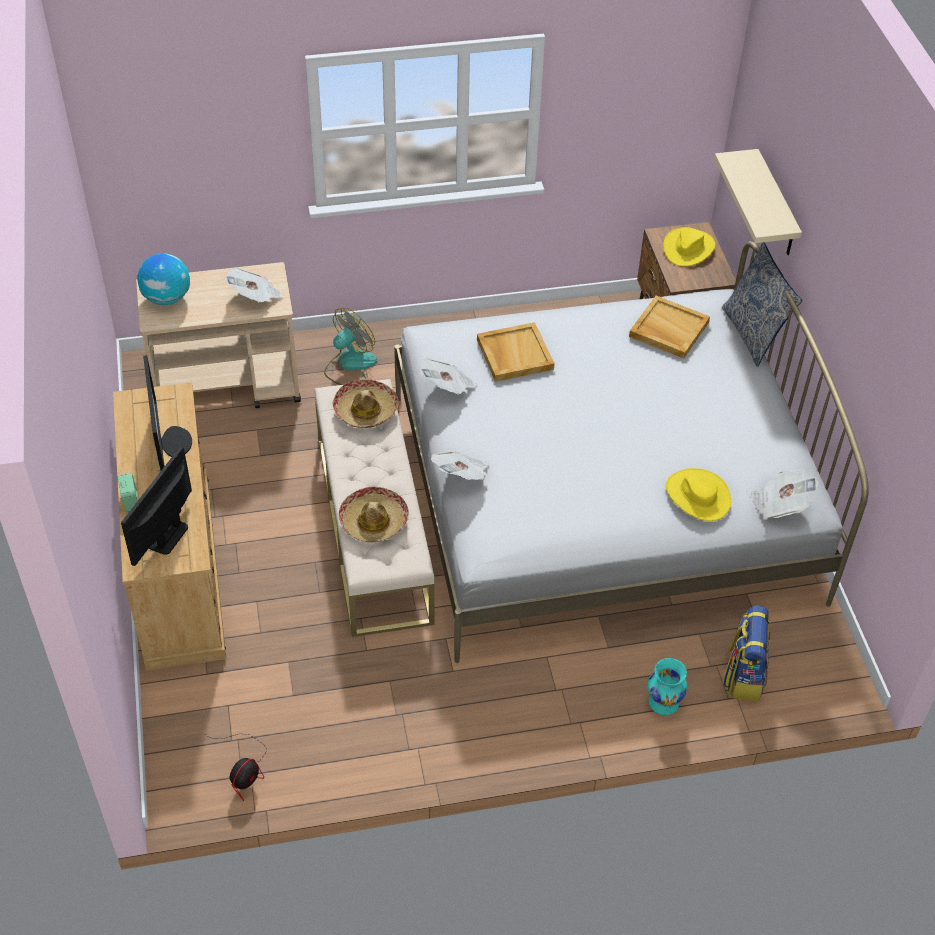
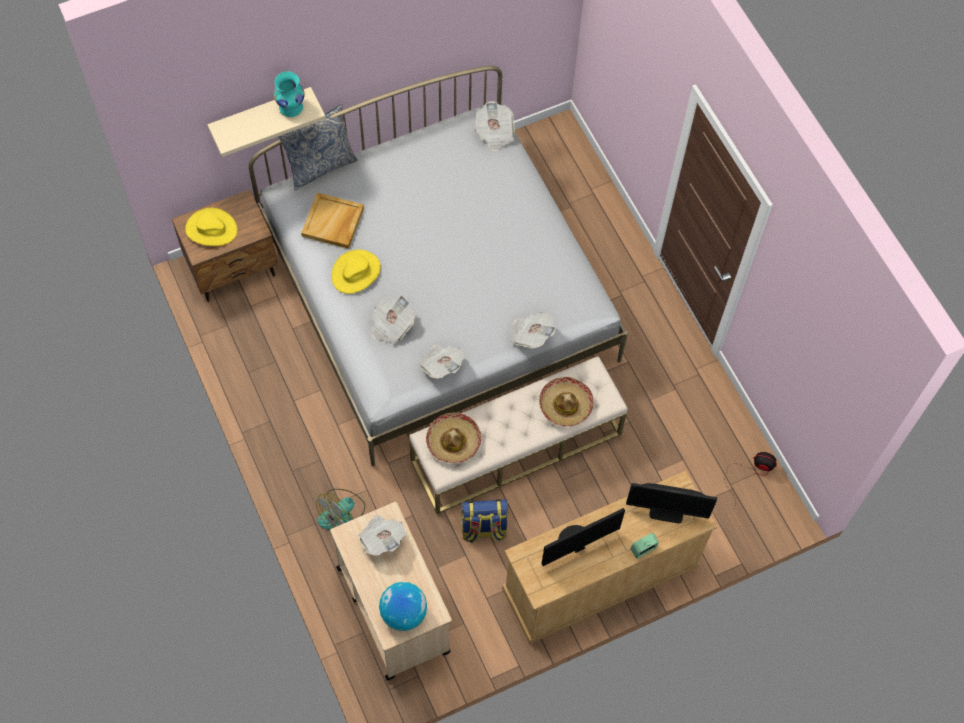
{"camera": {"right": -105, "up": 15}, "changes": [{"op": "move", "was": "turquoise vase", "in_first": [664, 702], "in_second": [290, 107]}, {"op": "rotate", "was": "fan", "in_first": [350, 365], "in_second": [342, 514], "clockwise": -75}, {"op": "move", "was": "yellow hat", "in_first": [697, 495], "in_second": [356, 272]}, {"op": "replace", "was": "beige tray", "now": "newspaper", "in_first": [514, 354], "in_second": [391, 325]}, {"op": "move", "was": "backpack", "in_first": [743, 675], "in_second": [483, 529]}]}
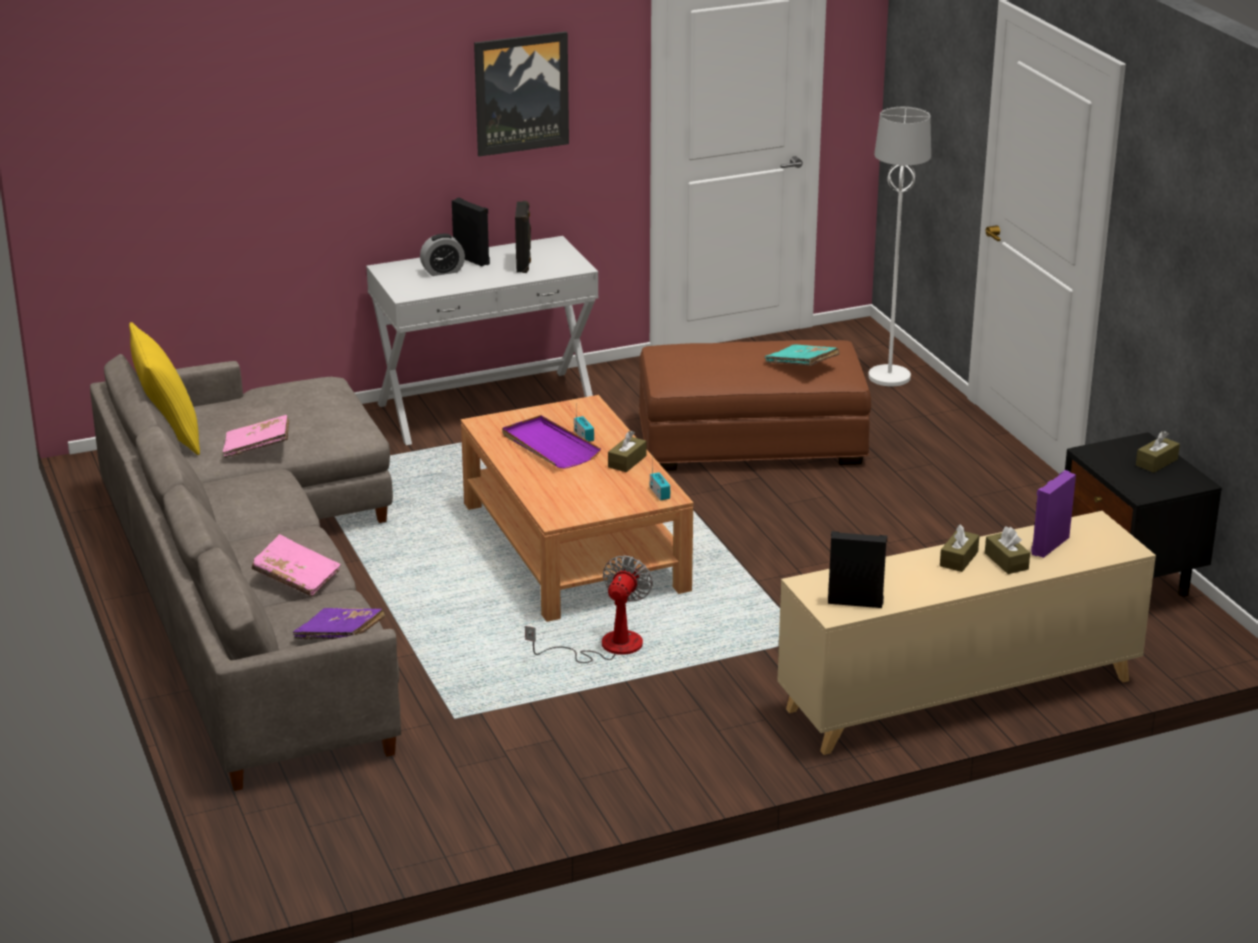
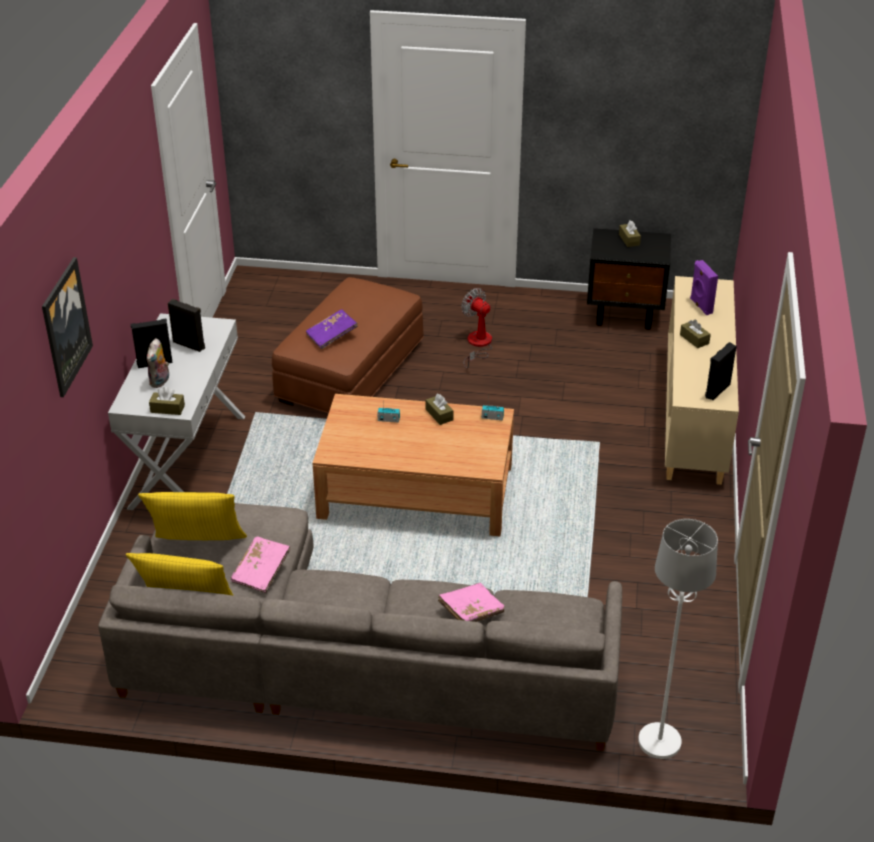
{"camera": {"right": -60, "up": 10}, "changes": [{"op": "move", "was": "picture", "in_first": [521, 93], "in_second": [65, 326]}, {"op": "insert", "now": "yellow pillow", "in_second": [198, 548]}, {"op": "replace", "was": "alarm clock", "now": "plush toy", "in_first": [443, 271], "in_second": [160, 382]}, {"op": "move", "was": "brown tissue box", "in_first": [1006, 561], "in_second": [167, 409]}, {"op": "move", "was": "purple book", "in_first": [340, 636], "in_second": [332, 336]}, {"op": "move", "was": "fan", "in_first": [606, 647], "in_second": [478, 345]}, {"op": "move", "was": "white floor lamp", "in_first": [888, 377], "in_second": [659, 742]}, {"op": "delete", "was": "purple tray", "in_first": [549, 446]}, {"op": "delete", "was": "turquoise book", "in_first": [801, 366]}]}
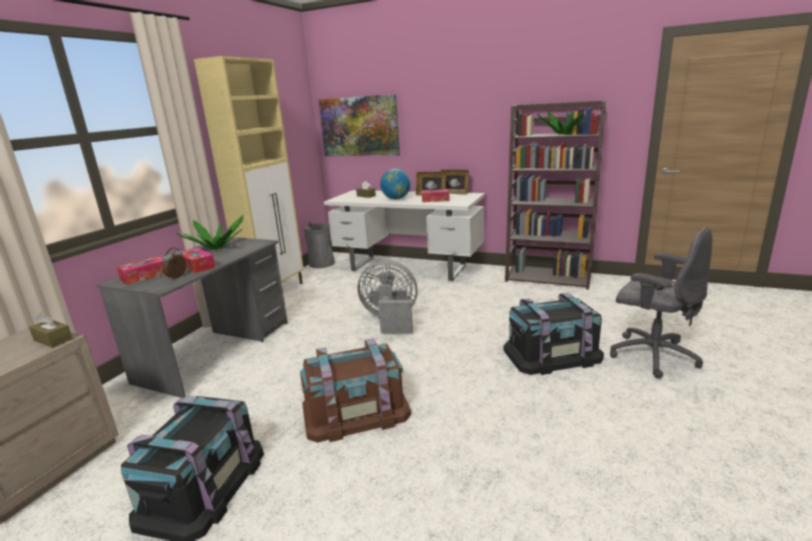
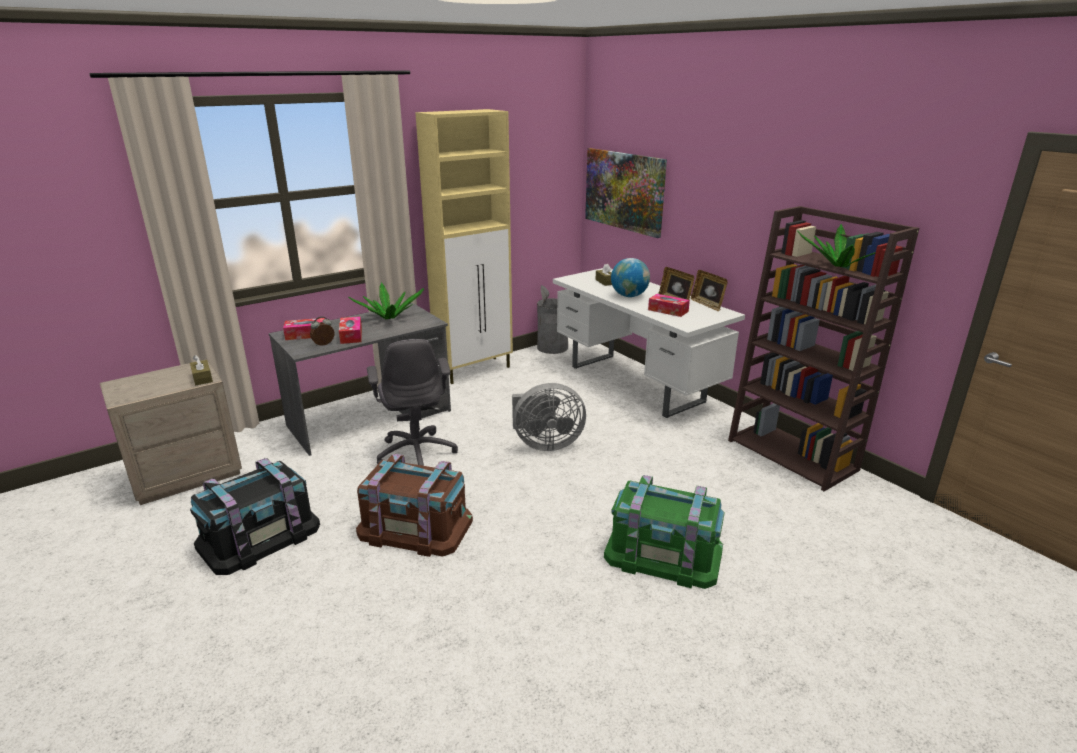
{"camera": {"right": 30, "up": 5}, "changes": [{"op": "move", "was": "grey office chair", "in_first": [652, 355], "in_second": [416, 452]}, {"op": "rotate", "was": "grey fan", "in_first": [390, 320], "in_second": [545, 444], "clockwise": 135}, {"op": "recolor", "was": "black storage box", "now": "green storage box", "in_first": [552, 354], "in_second": [663, 553]}]}
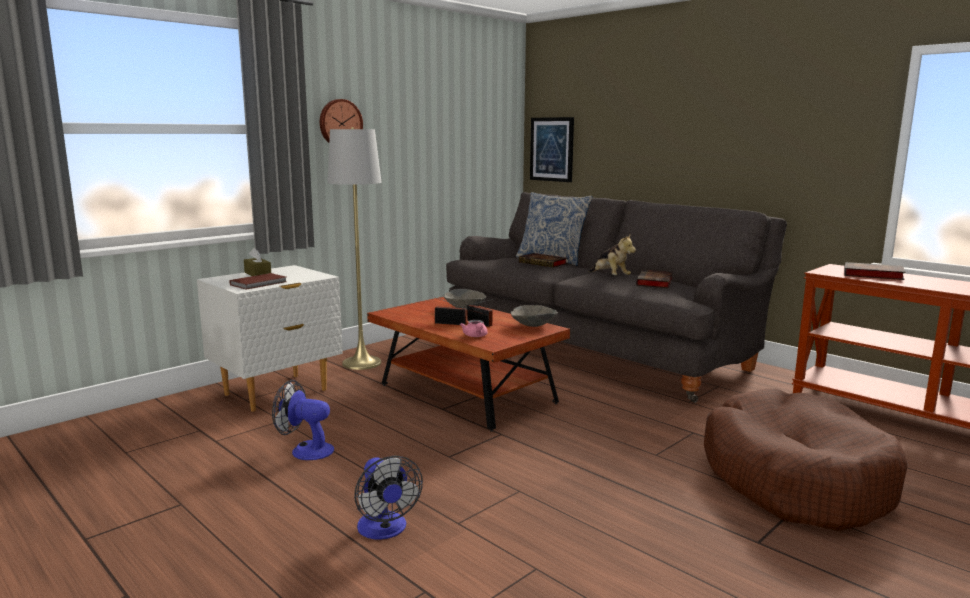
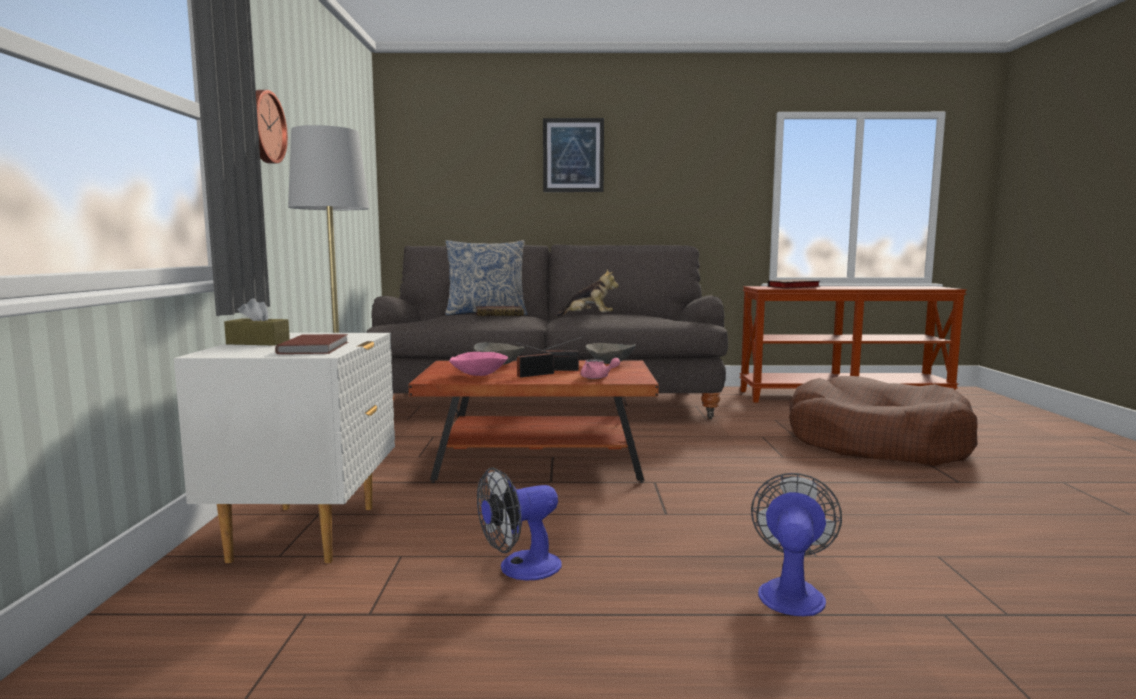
{"camera": {"right": -45, "up": -5}, "changes": [{"op": "insert", "now": "pink bowl", "in_second": [478, 375]}, {"op": "move", "was": "picture", "in_first": [552, 149], "in_second": [573, 155]}, {"op": "rotate", "was": "fan", "in_first": [385, 530], "in_second": [791, 591], "clockwise": -90}, {"op": "delete", "was": "book", "in_first": [655, 282]}]}
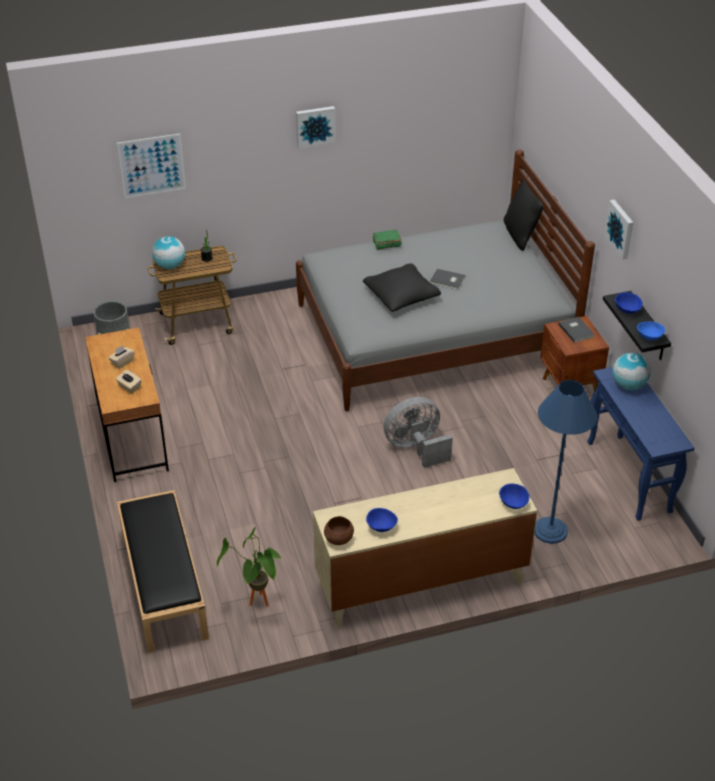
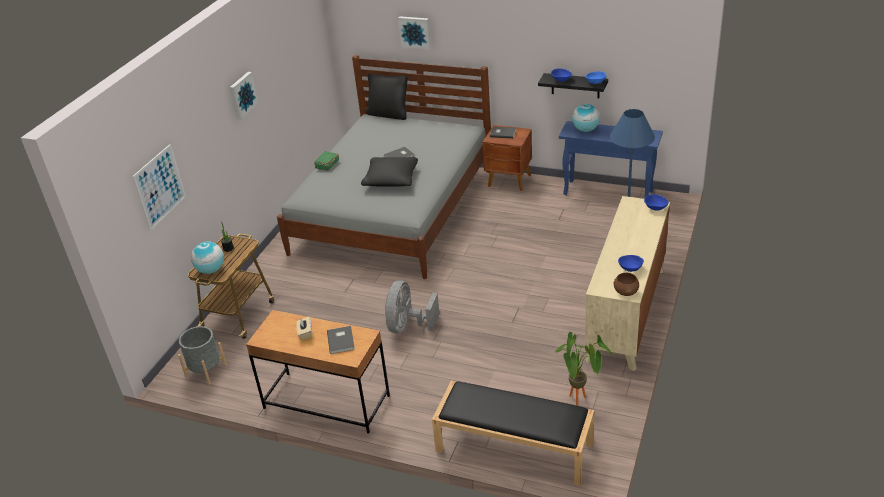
{"camera": {"right": -50, "up": -5}, "changes": [{"op": "replace", "was": "beige tissue box", "now": "grey book", "in_first": [129, 387], "in_second": [341, 340]}, {"op": "move", "was": "grey fan", "in_first": [416, 448], "in_second": [408, 326]}, {"op": "move", "was": "picture", "in_first": [620, 229], "in_second": [415, 32]}]}
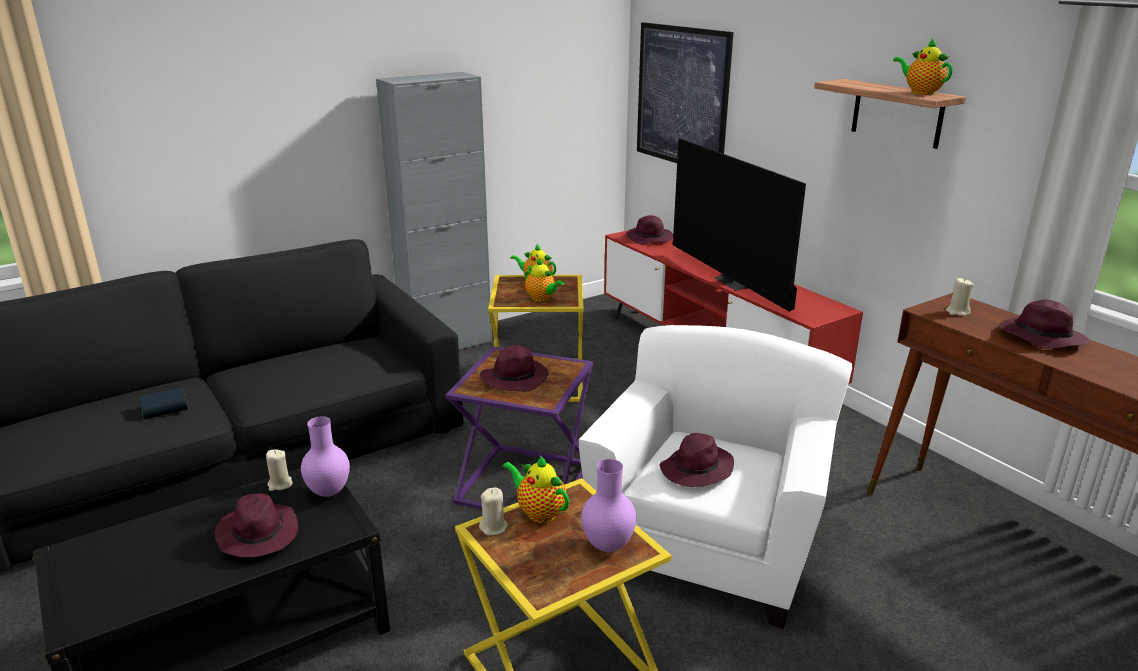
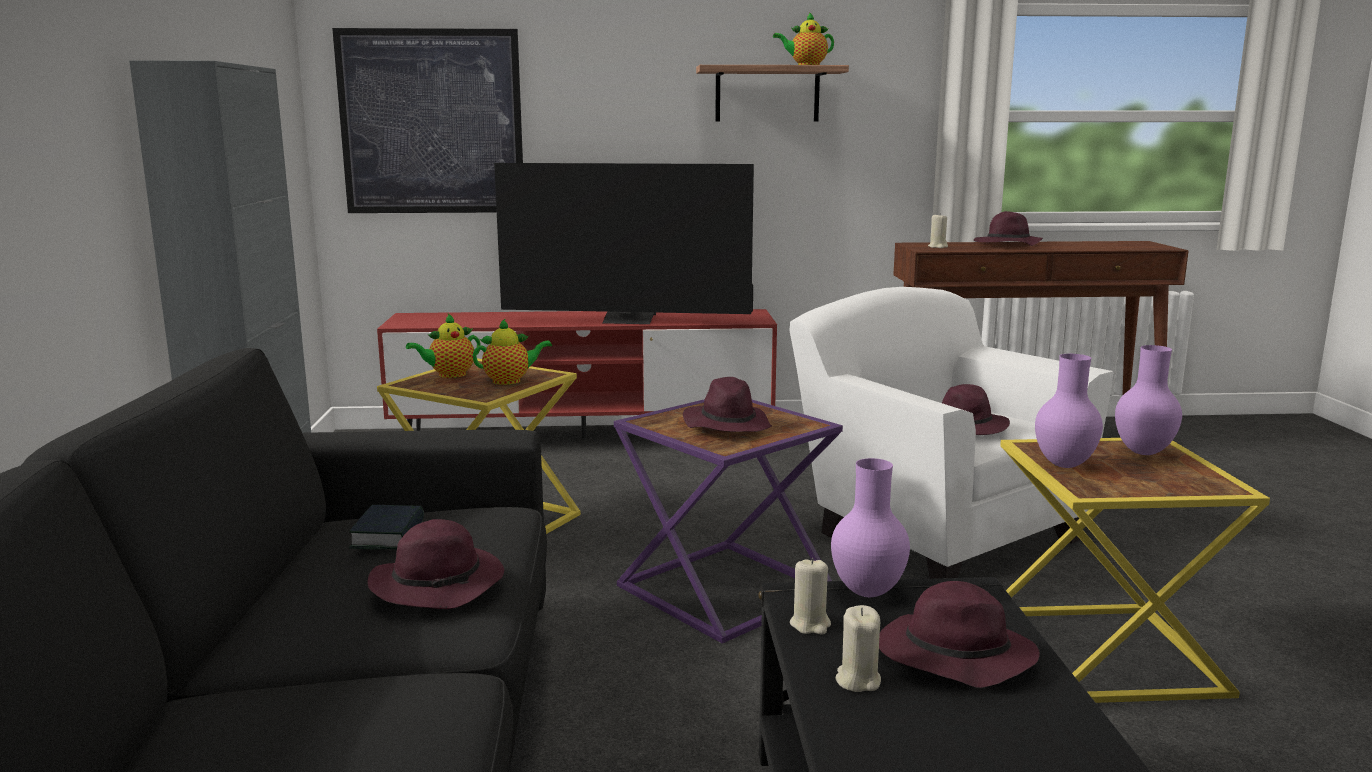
{"camera": {"right": -60, "up": -10}, "changes": [{"op": "move", "was": "book", "in_first": [164, 408], "in_second": [388, 535]}, {"op": "move", "was": "purple hat", "in_first": [650, 238], "in_second": [440, 584]}, {"op": "move", "was": "beige candle", "in_first": [493, 527], "in_second": [857, 680]}, {"op": "replace", "was": "teapot", "now": "purple vase", "in_first": [539, 512], "in_second": [1064, 464]}]}
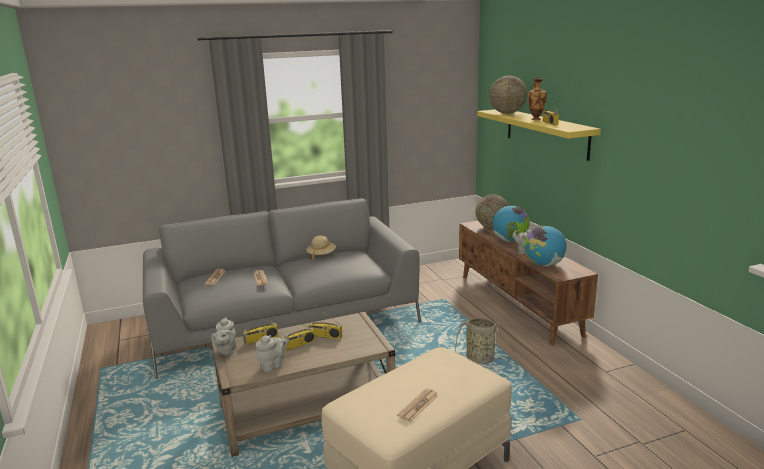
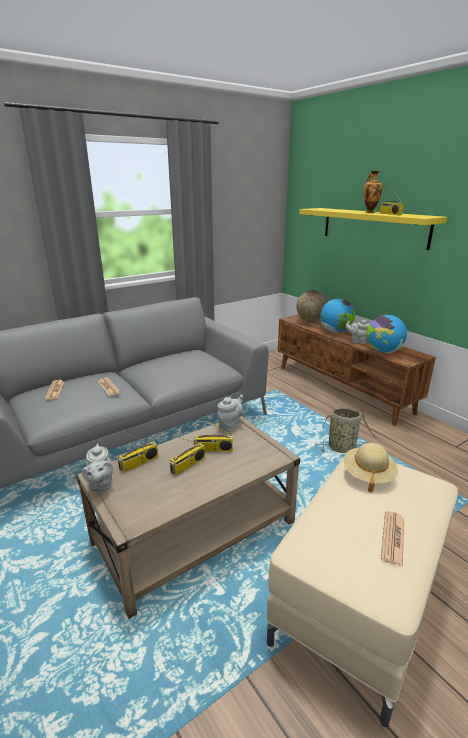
{"camera": {"right": -15, "up": 5}, "changes": [{"op": "move", "was": "grey teapot", "in_first": [273, 365], "in_second": [230, 425]}, {"op": "move", "was": "beige hat", "in_first": [321, 255], "in_second": [368, 475]}, {"op": "delete", "was": "globe", "in_first": [507, 113]}]}
